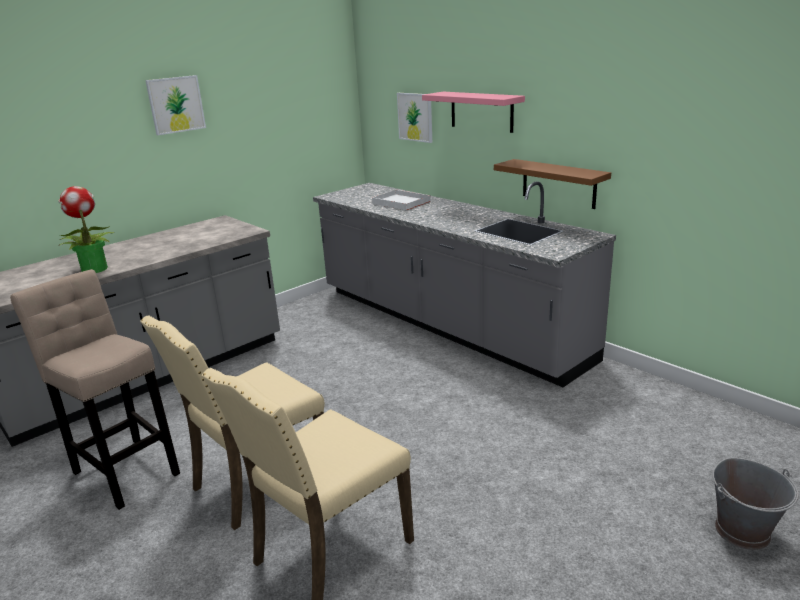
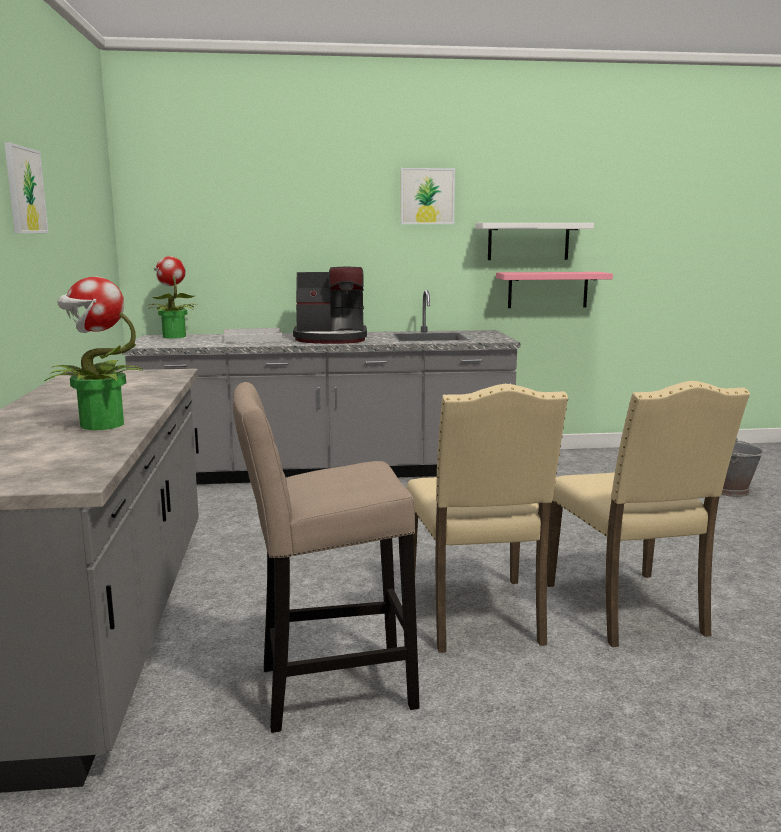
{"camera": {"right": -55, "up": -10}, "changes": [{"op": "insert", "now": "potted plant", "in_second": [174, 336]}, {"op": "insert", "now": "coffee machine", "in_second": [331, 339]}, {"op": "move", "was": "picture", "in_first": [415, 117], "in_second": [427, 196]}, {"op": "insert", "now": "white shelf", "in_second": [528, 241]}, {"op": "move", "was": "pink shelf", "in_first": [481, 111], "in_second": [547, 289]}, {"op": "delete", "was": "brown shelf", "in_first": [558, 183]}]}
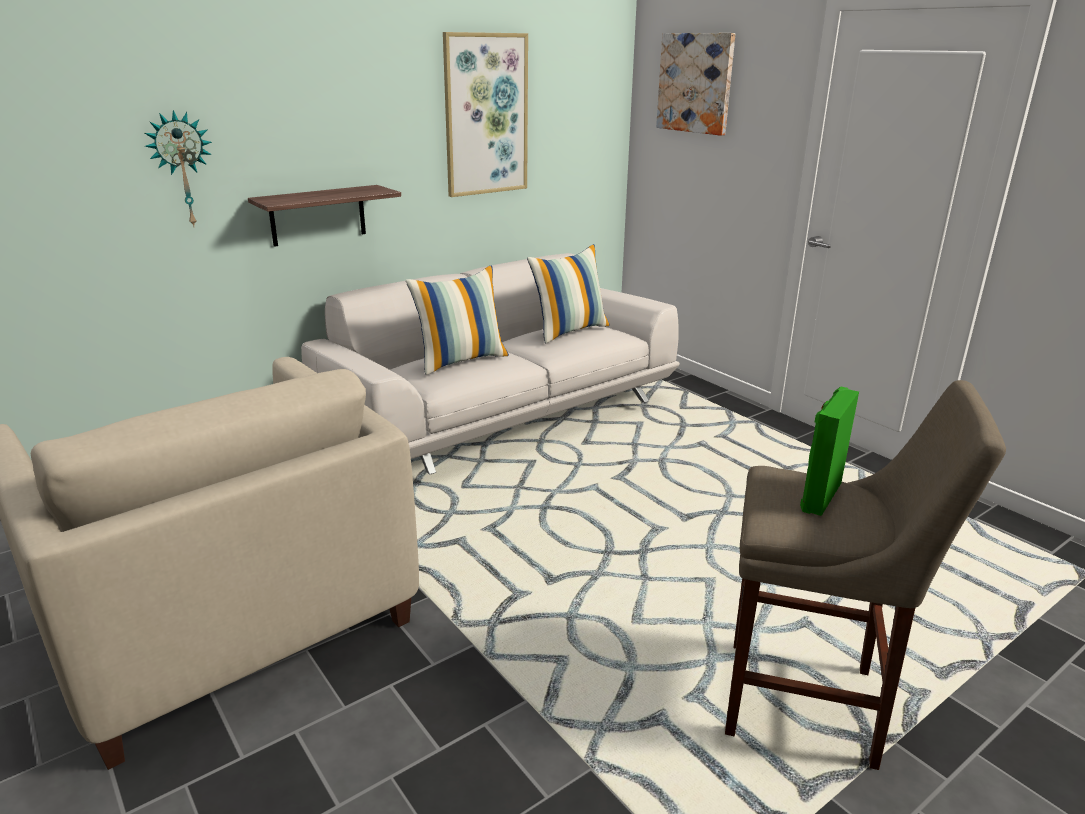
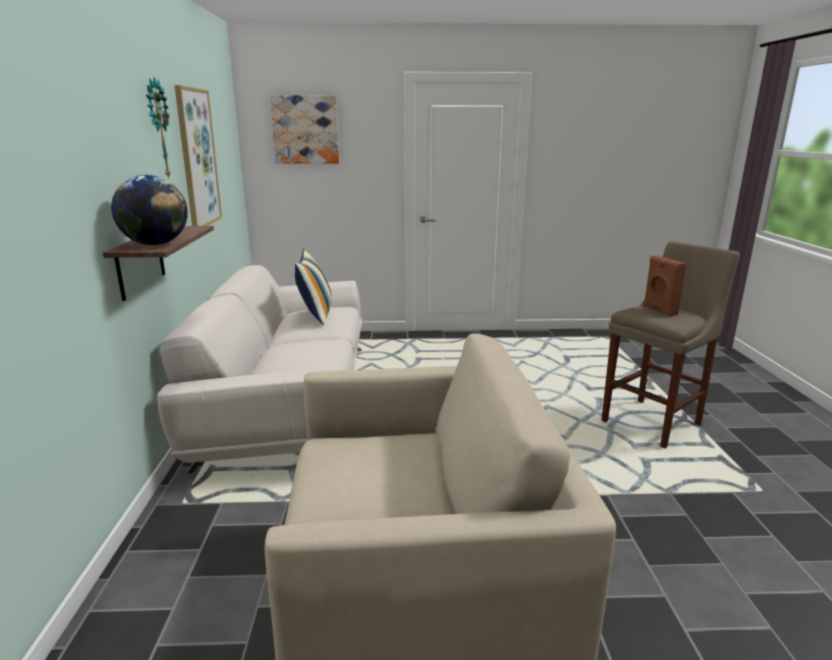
{"camera": {"right": -55, "up": -5}, "changes": [{"op": "insert", "now": "globe", "in_second": [155, 244]}, {"op": "move", "was": "wall clock", "in_first": [182, 170], "in_second": [157, 129]}, {"op": "recolor", "was": "green speaker", "now": "brown speaker", "in_first": [819, 496], "in_second": [659, 310]}, {"op": "delete", "was": "pillow", "in_first": [461, 360]}]}
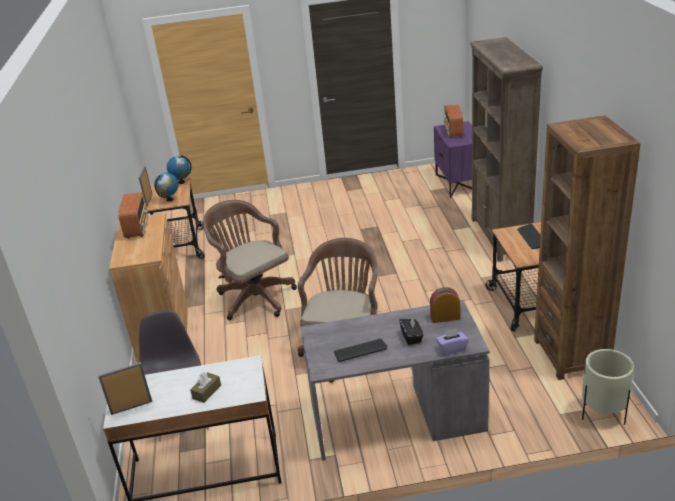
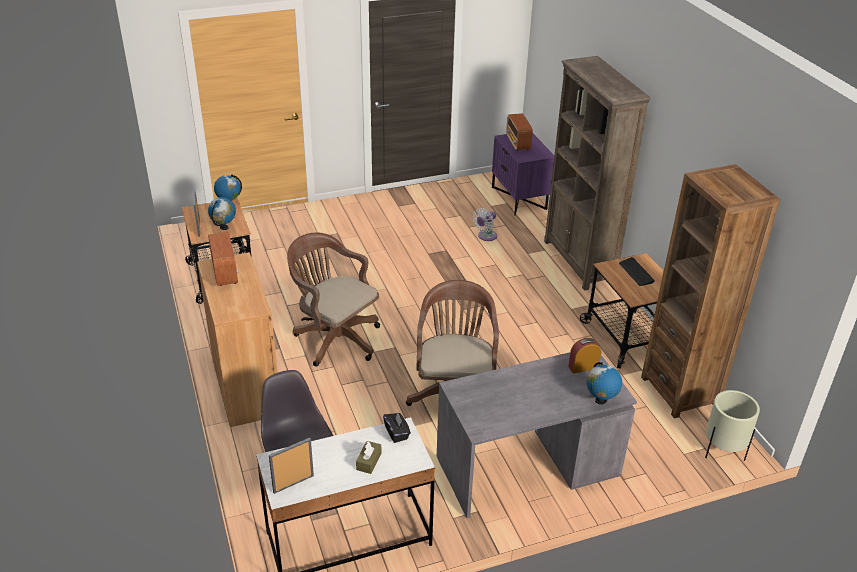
{"camera": {"right": -15, "up": 5}, "changes": [{"op": "move", "was": "black tissue box", "in_first": [411, 337], "in_second": [396, 433]}, {"op": "insert", "now": "white fan", "in_second": [486, 236]}, {"op": "replace", "was": "purple tissue box", "now": "globe", "in_first": [452, 348], "in_second": [600, 401]}, {"op": "delete", "was": "keyboard", "in_first": [360, 350]}]}
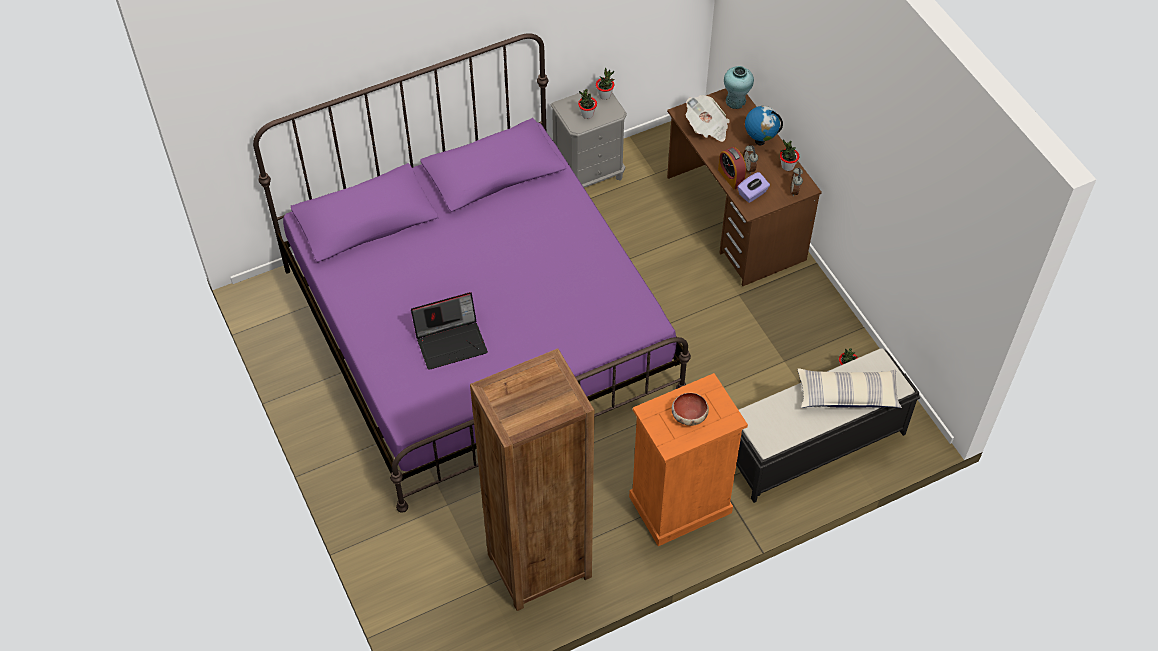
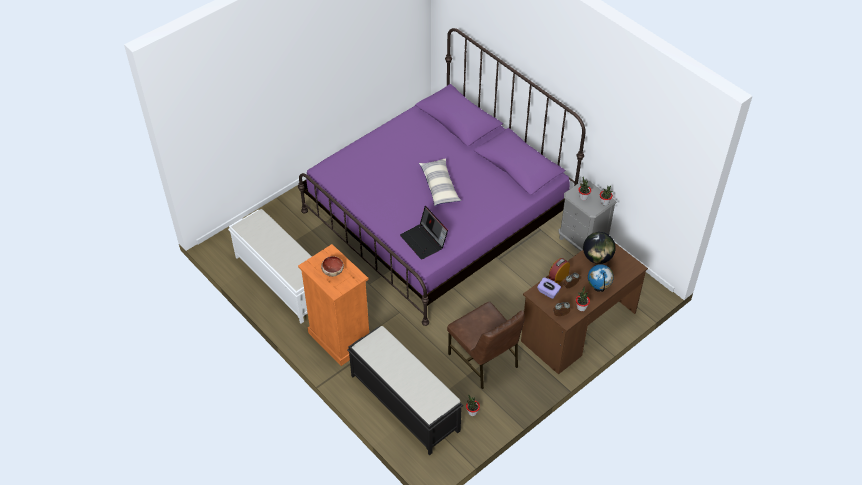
{"camera": {"right": 75, "up": -5}, "changes": [{"op": "replace", "was": "brown bookcase", "now": "white bench", "in_first": [539, 566], "in_second": [282, 279]}, {"op": "move", "was": "laptop", "in_first": [451, 341], "in_second": [424, 241]}, {"op": "move", "was": "pillow", "in_first": [847, 394], "in_second": [439, 186]}, {"op": "insert", "now": "brown chair", "in_second": [484, 361]}, {"op": "replace", "was": "newspaper", "now": "globe", "in_first": [707, 127], "in_second": [597, 258]}, {"op": "delete", "was": "turquoise vase", "in_first": [735, 101]}]}
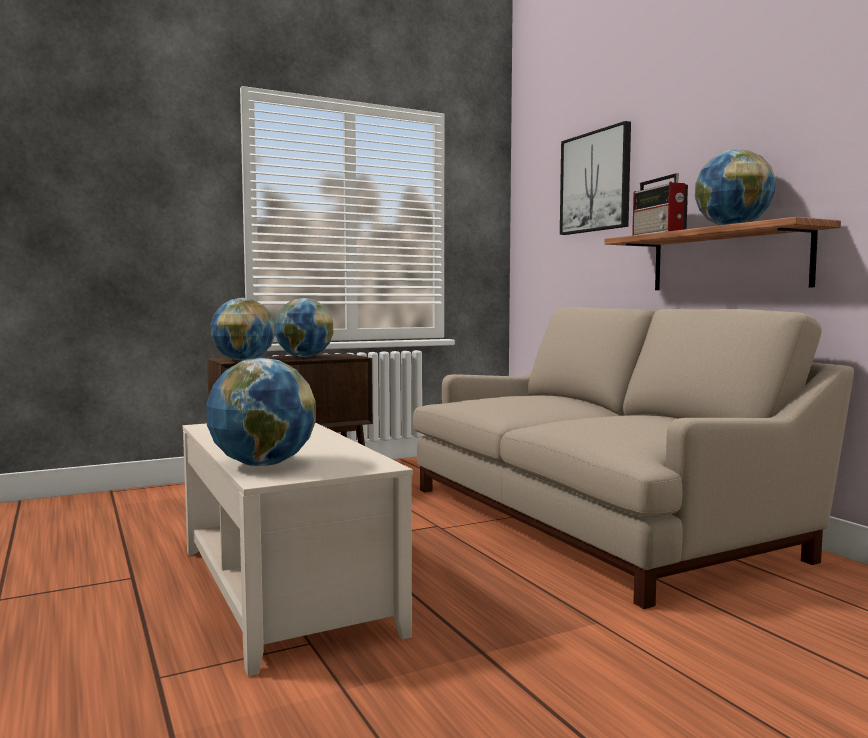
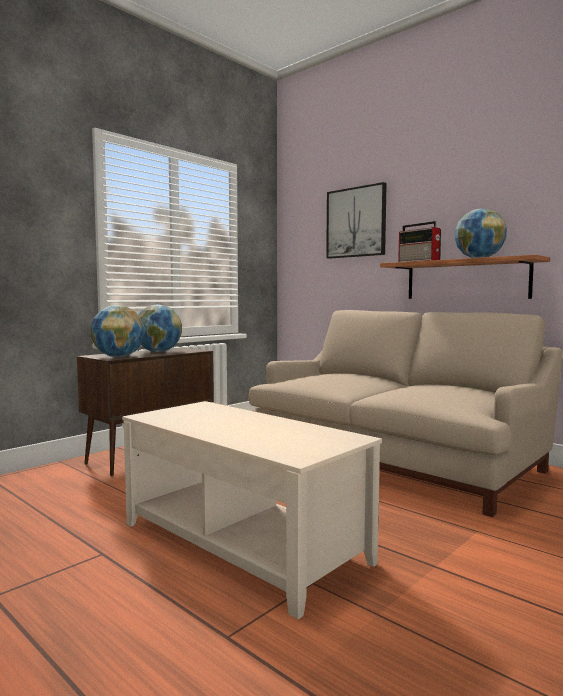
{"camera": {"right": -20, "up": 0}, "changes": [{"op": "delete", "was": "globe", "in_first": [262, 465]}]}
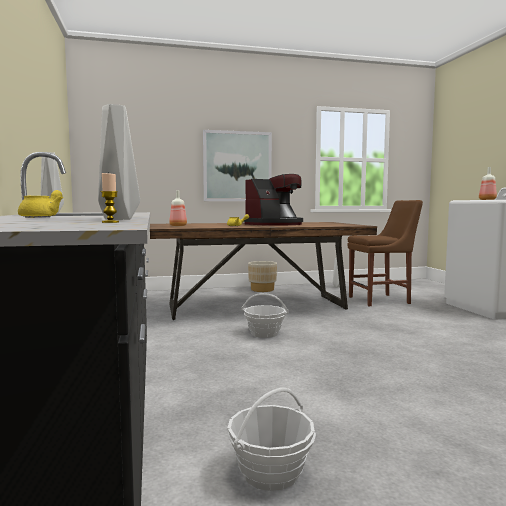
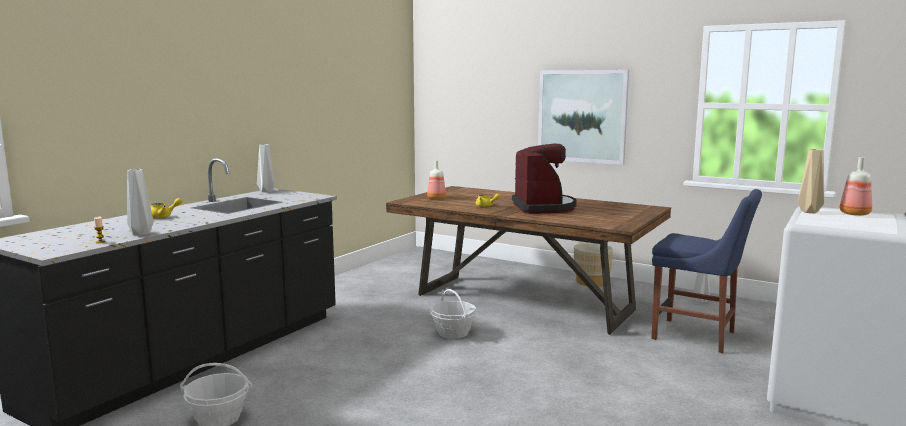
{"camera": {"right": 45, "up": 5}, "changes": [{"op": "rotate", "was": "coffee machine", "in_first": [274, 224], "in_second": [543, 207], "clockwise": -105}, {"op": "recolor", "was": "brown chair", "now": "blue chair", "in_first": [382, 300], "in_second": [698, 336]}, {"op": "insert", "now": "beige vase", "in_second": [809, 212]}]}
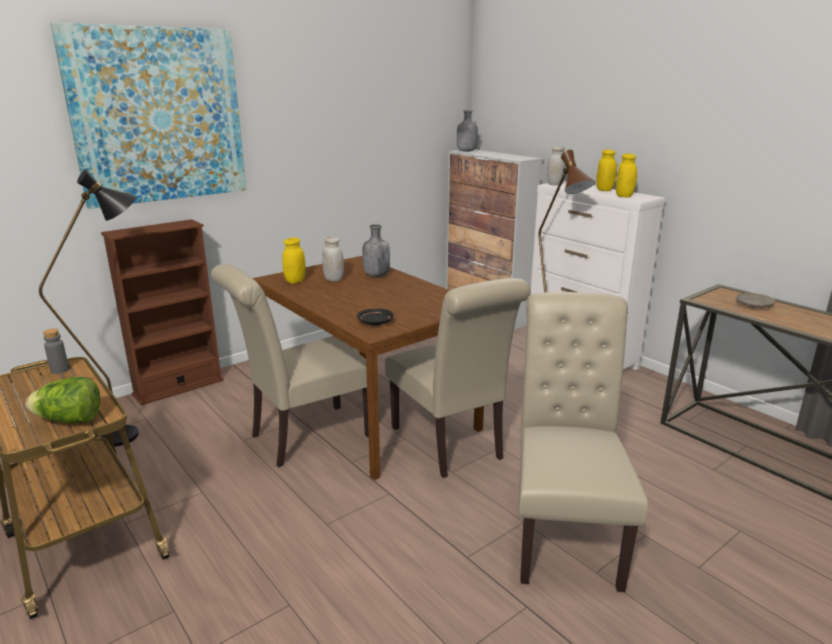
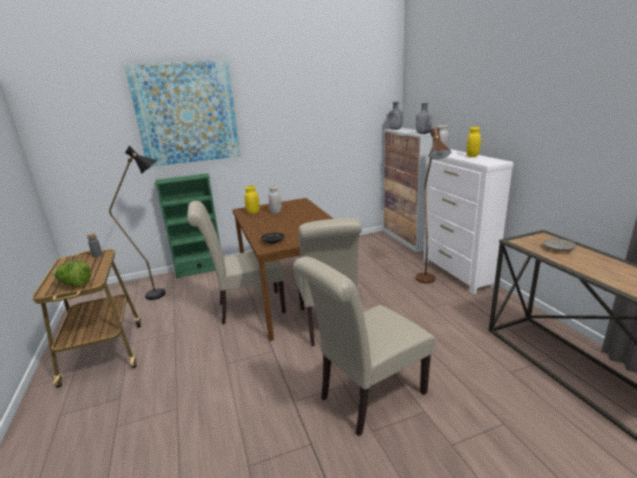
{"camera": {"right": 20, "up": 0}, "changes": [{"op": "recolor", "was": "brown bookcase", "now": "green bookcase", "in_first": [178, 387], "in_second": [200, 270]}, {"op": "rotate", "was": "beige chair", "in_first": [563, 532], "in_second": [367, 397], "clockwise": -150}, {"op": "move", "was": "grey bottle", "in_first": [376, 275], "in_second": [423, 134]}, {"op": "delete", "was": "yellow jar", "in_first": [624, 196]}]}
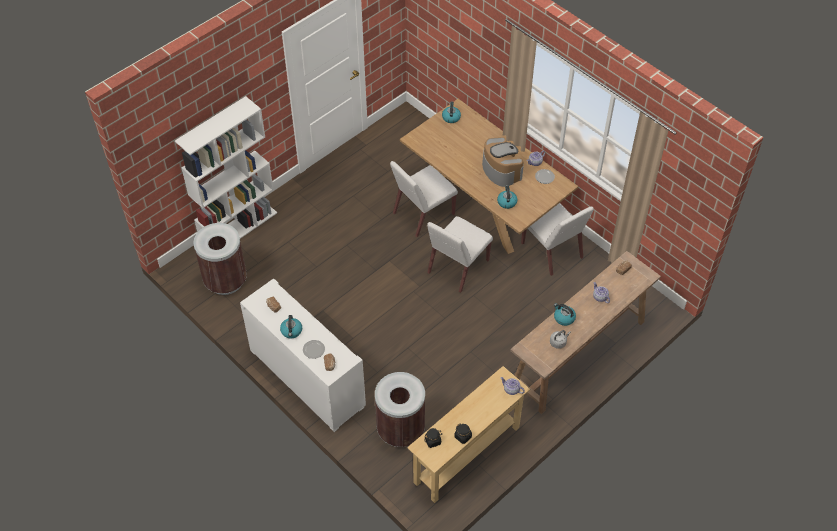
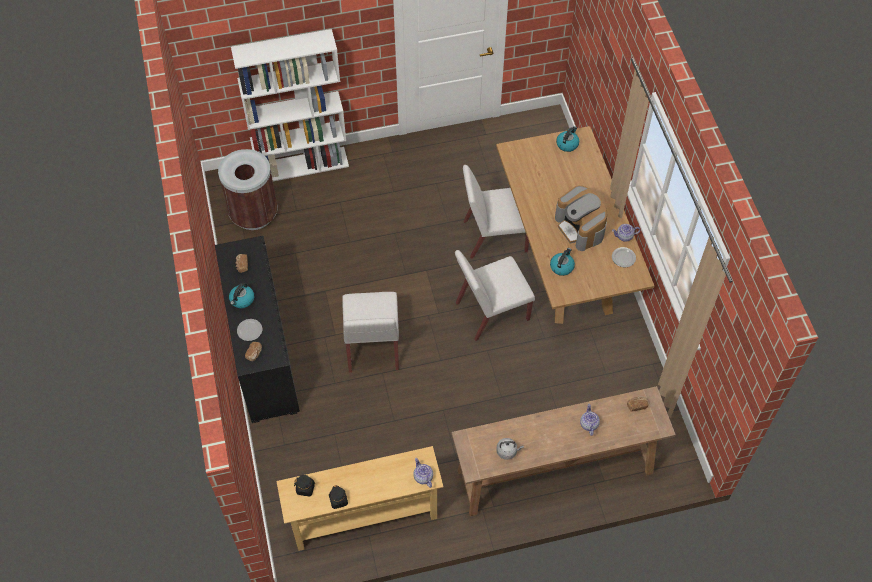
{"camera": {"right": 30, "up": 5}, "changes": [{"op": "recolor", "was": "white cabinet", "now": "black cabinet", "in_first": [307, 378], "in_second": [263, 353]}, {"op": "move", "was": "white chair", "in_first": [552, 251], "in_second": [372, 345]}, {"op": "rotate", "was": "coffee machine", "in_first": [501, 170], "in_second": [580, 227], "clockwise": 150}, {"op": "delete", "was": "brown trash can", "in_first": [401, 430]}, {"op": "delete", "was": "kettle", "in_first": [563, 318]}]}
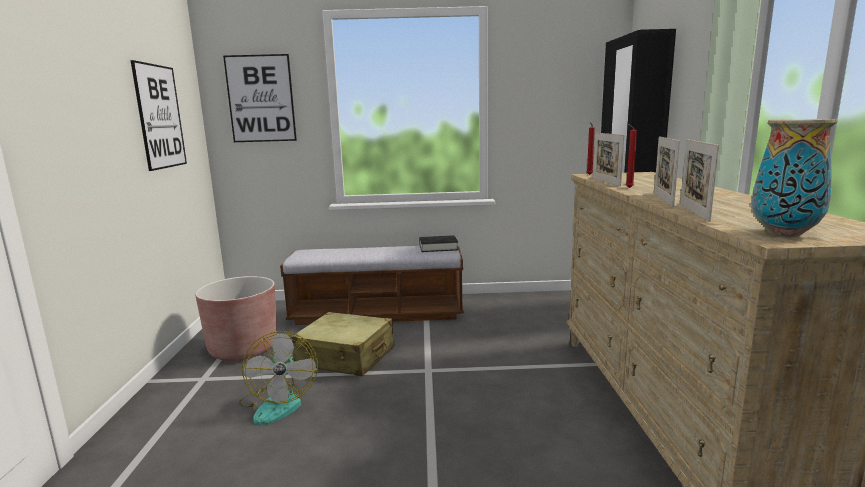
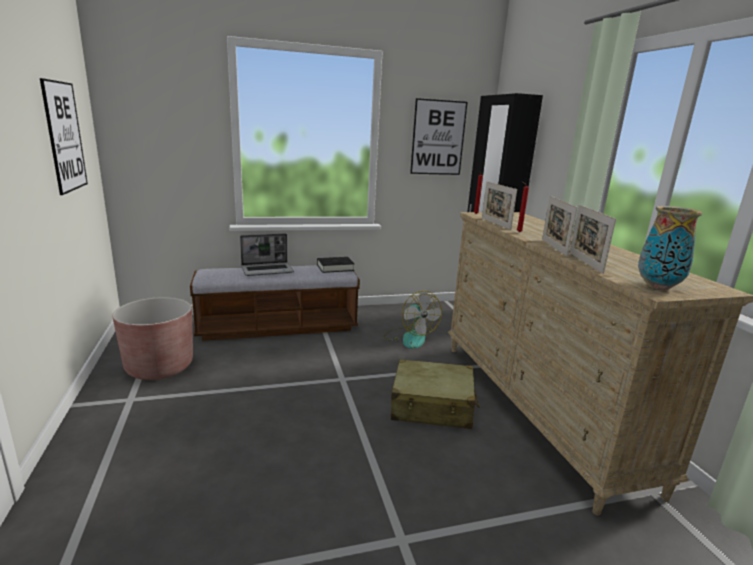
{"camera": {"right": -15, "up": 5}, "changes": [{"op": "insert", "now": "laptop", "in_second": [268, 270]}, {"op": "move", "was": "fan", "in_first": [278, 403], "in_second": [409, 337]}, {"op": "move", "was": "beige suitcase", "in_first": [346, 357], "in_second": [432, 406]}, {"op": "move", "was": "picture", "in_first": [261, 99], "in_second": [438, 138]}]}
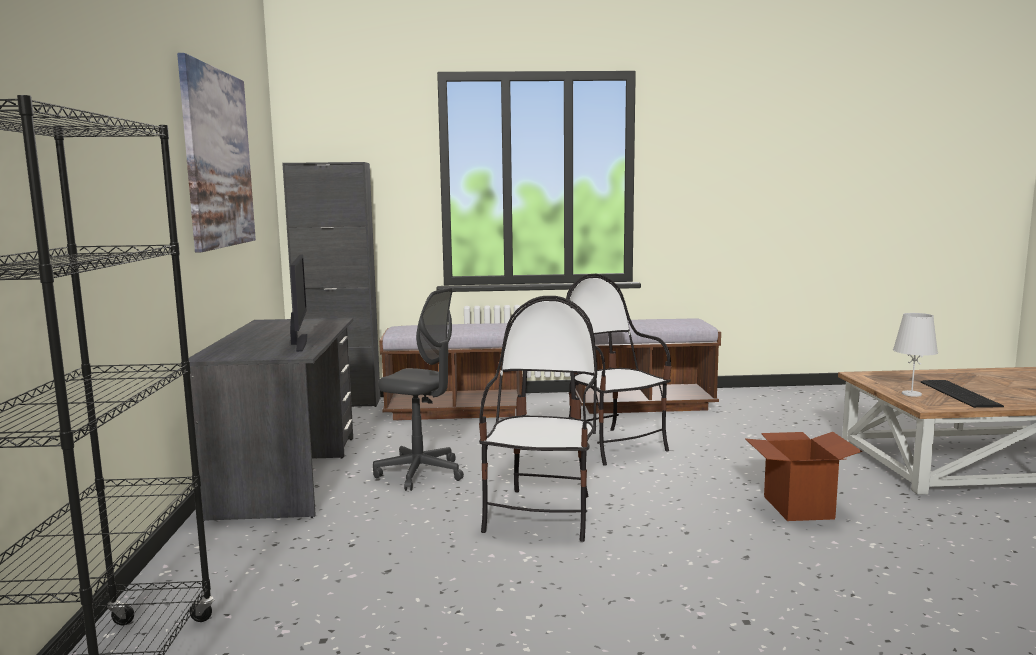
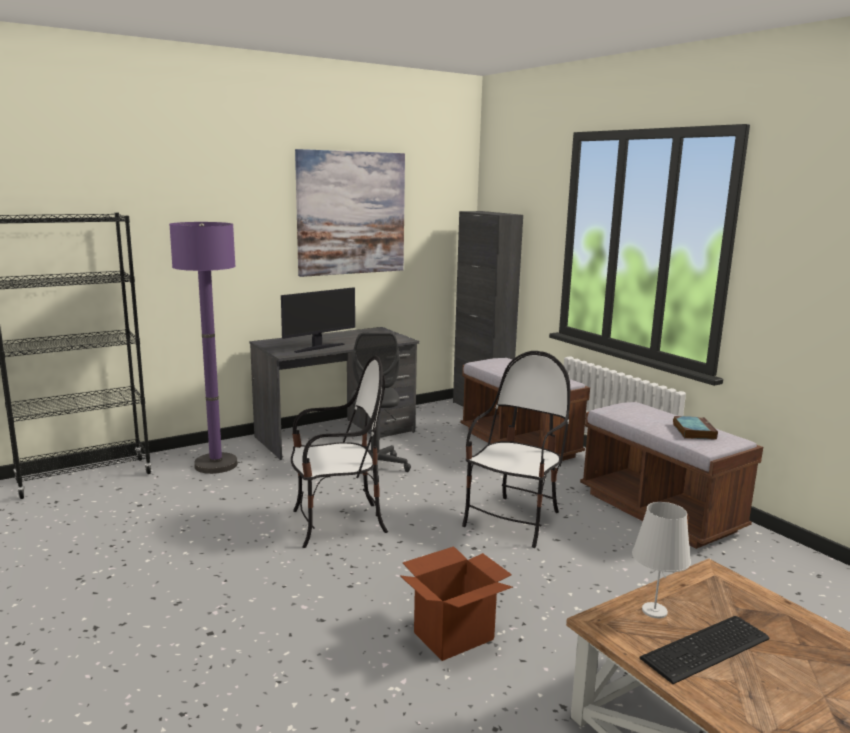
{"camera": {"right": 60, "up": 5}, "changes": [{"op": "insert", "now": "purple floor lamp", "in_second": [216, 465]}, {"op": "insert", "now": "book", "in_second": [693, 431]}]}
